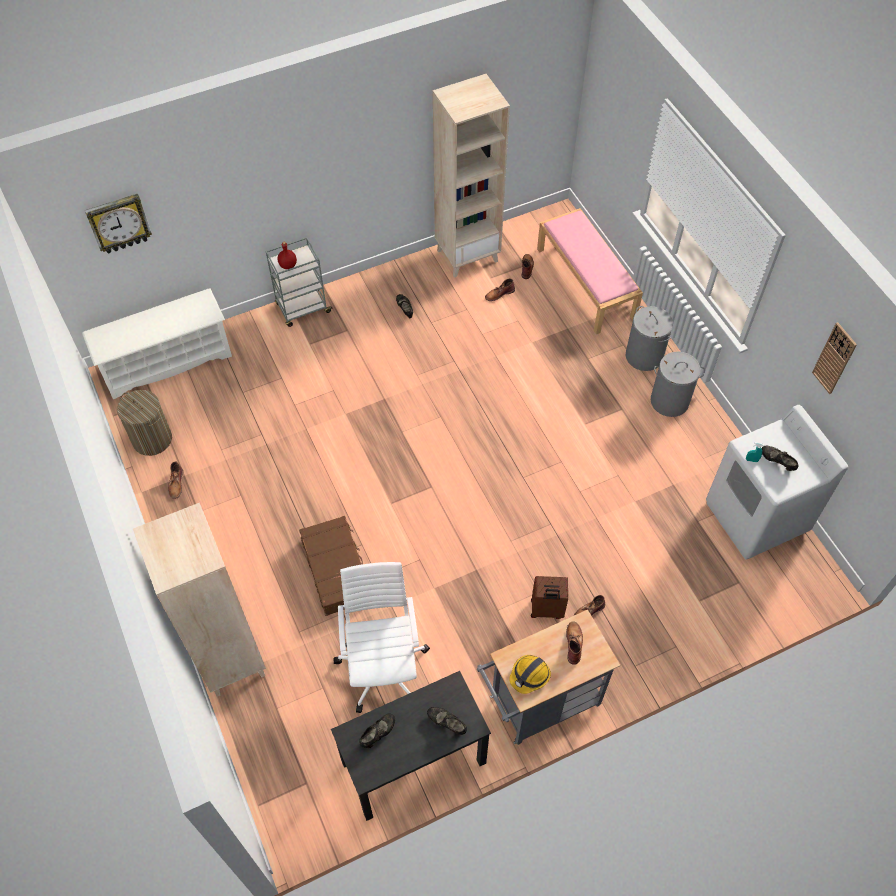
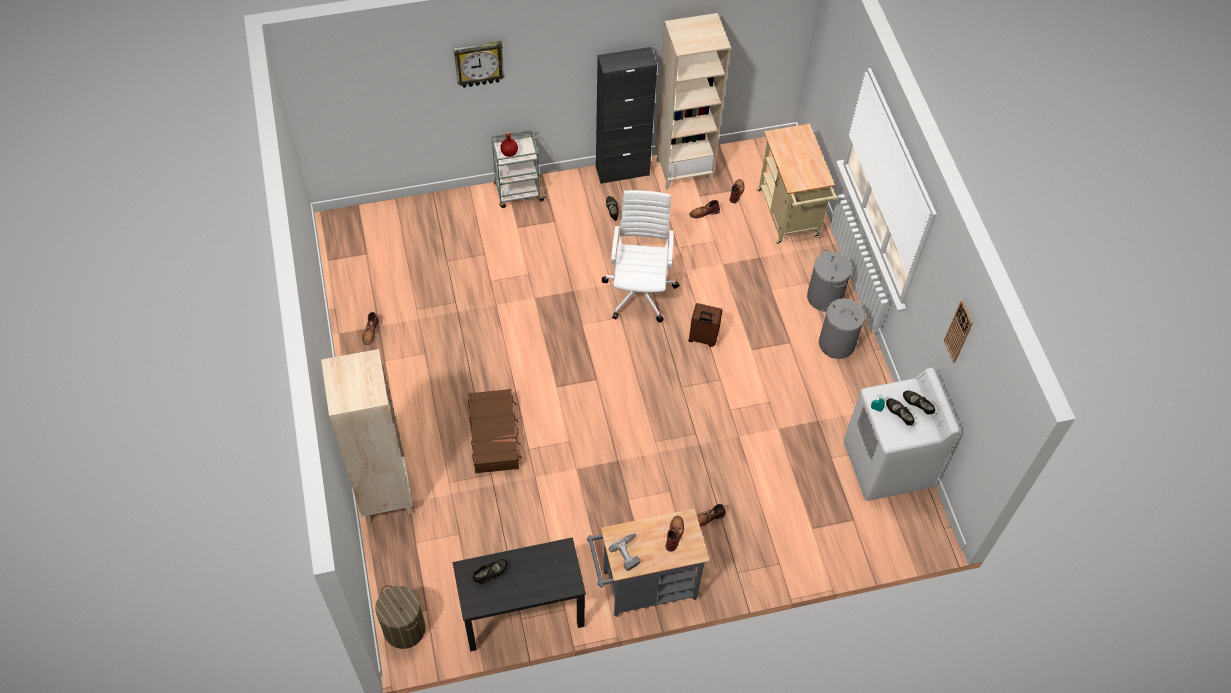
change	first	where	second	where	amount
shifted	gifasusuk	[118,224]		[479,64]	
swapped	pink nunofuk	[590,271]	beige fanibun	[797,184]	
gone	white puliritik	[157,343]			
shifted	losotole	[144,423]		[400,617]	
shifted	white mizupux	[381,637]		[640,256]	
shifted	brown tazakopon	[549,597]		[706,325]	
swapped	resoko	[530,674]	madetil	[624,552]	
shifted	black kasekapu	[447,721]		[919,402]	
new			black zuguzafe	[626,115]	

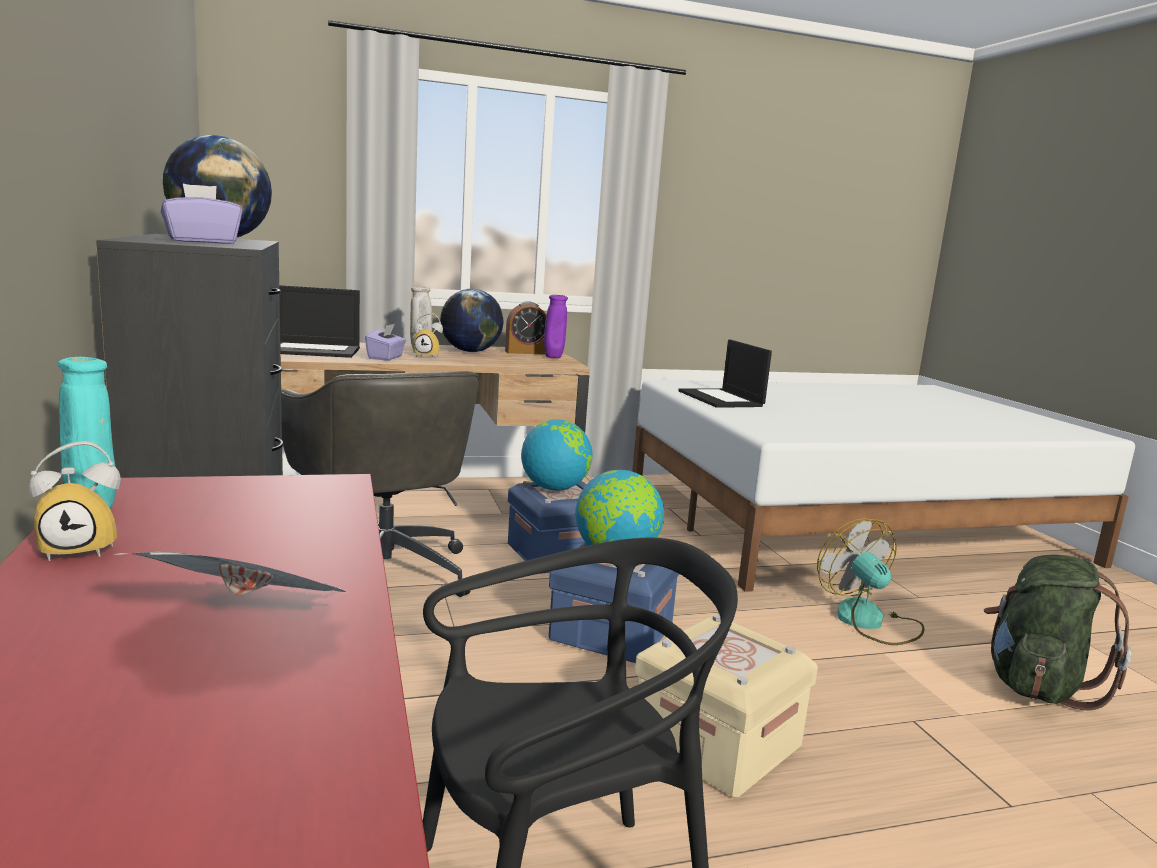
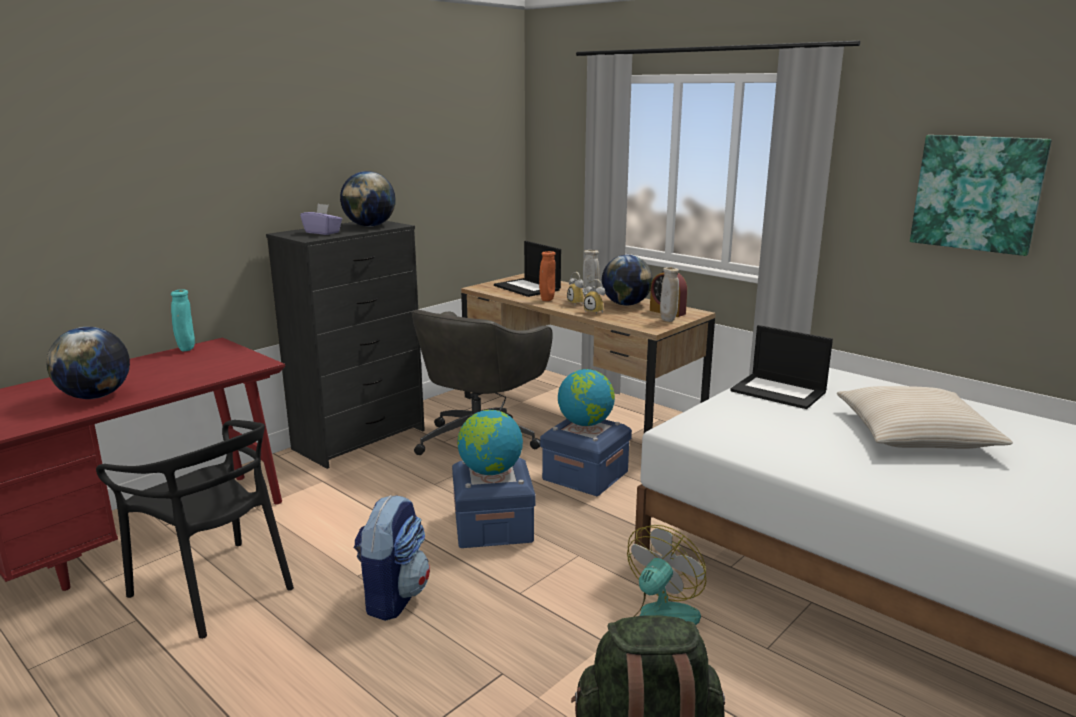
change	first	where	second	where	amount
repainted	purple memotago	[556,326]	beige memotago	[669,294]	
swapped	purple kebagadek	[385,342]	orange memotago	[547,276]	
rotated	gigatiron	[725,373]		[781,367]	90 degrees counterclockwise
shifted	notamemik	[75,501]		[594,297]	
swapped	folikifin	[230,573]	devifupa	[88,363]	
swapped	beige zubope	[726,705]	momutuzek	[391,558]	
new			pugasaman	[981,195]	
new			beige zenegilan	[925,417]	

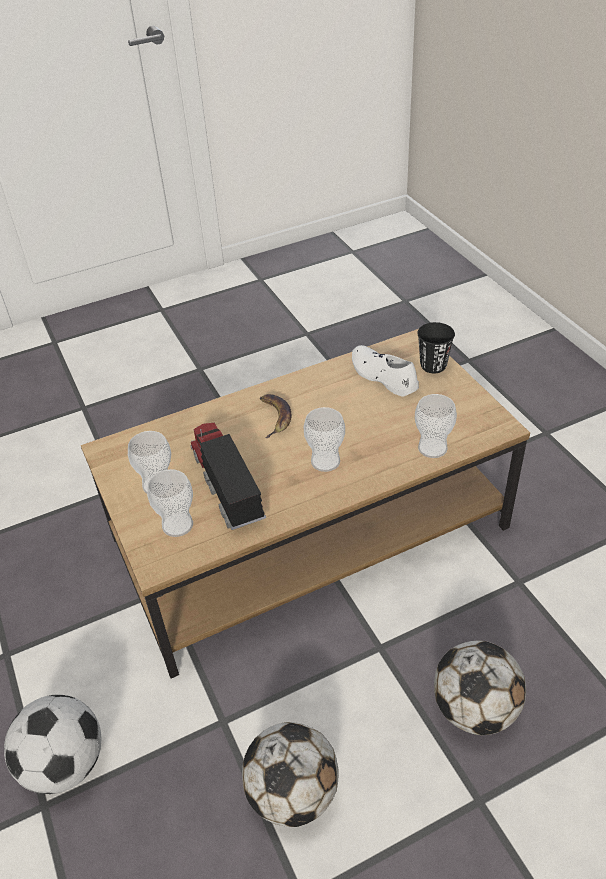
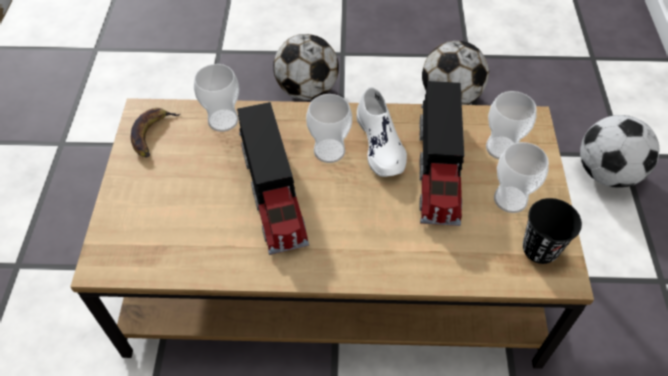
change	first	where	second	where	amount
shifted	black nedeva	[436,347]		[552,231]	
shifted	white kasekapu	[385,371]		[382,132]	
shifted	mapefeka	[276,416]		[155,133]	
new			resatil	[273,178]	

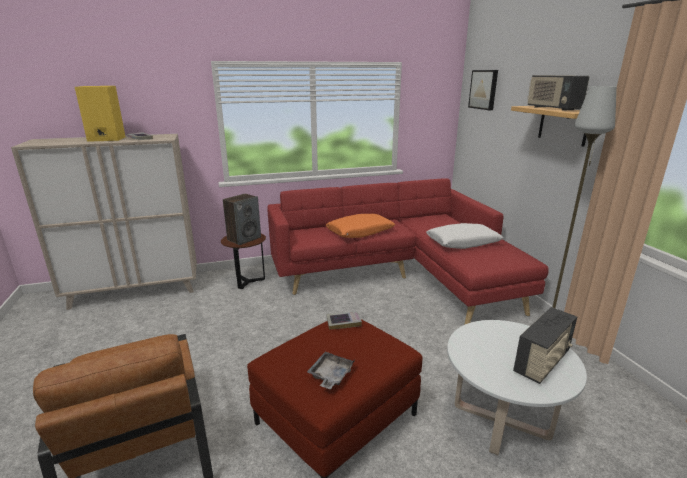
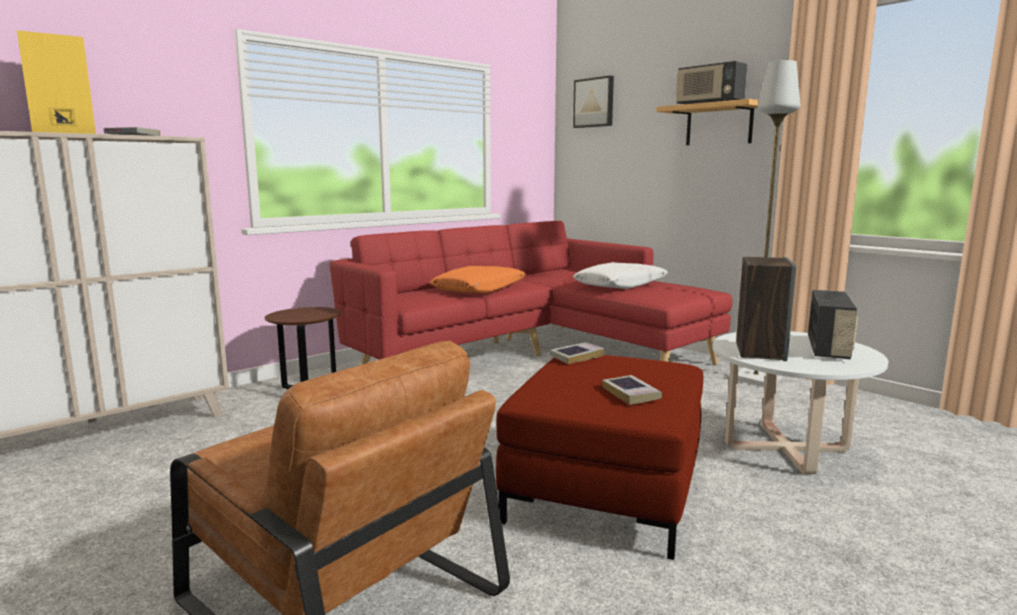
change	first	where	second	where	amount
shifted	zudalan	[242,219]		[766,309]	
swapped	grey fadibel	[331,370]	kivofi	[632,390]	

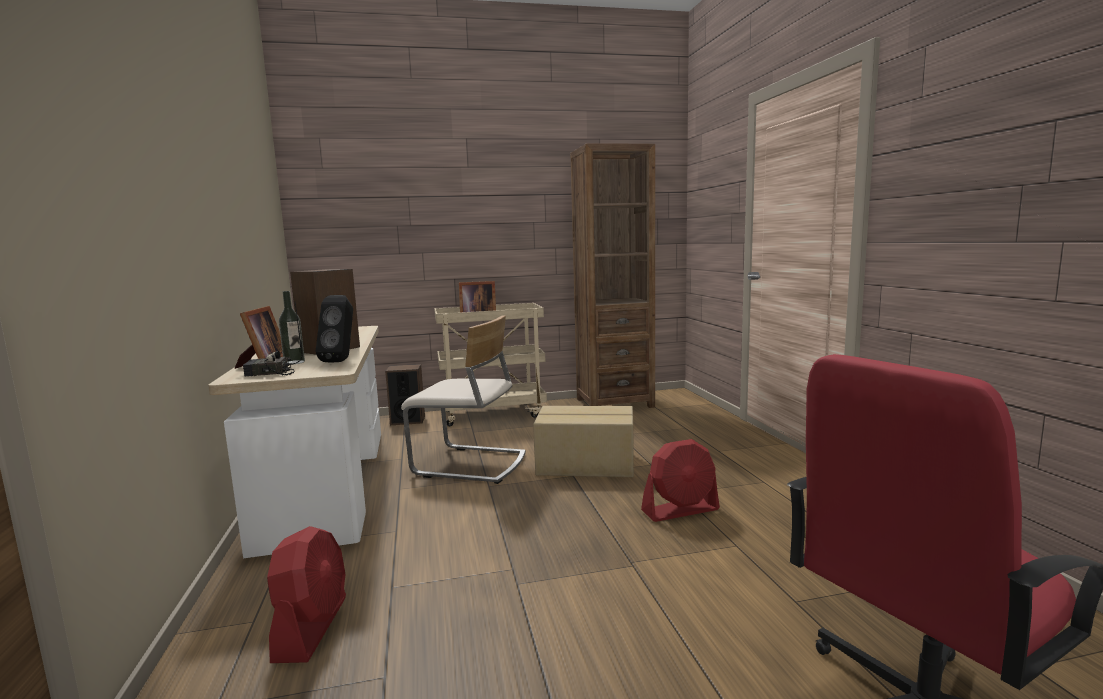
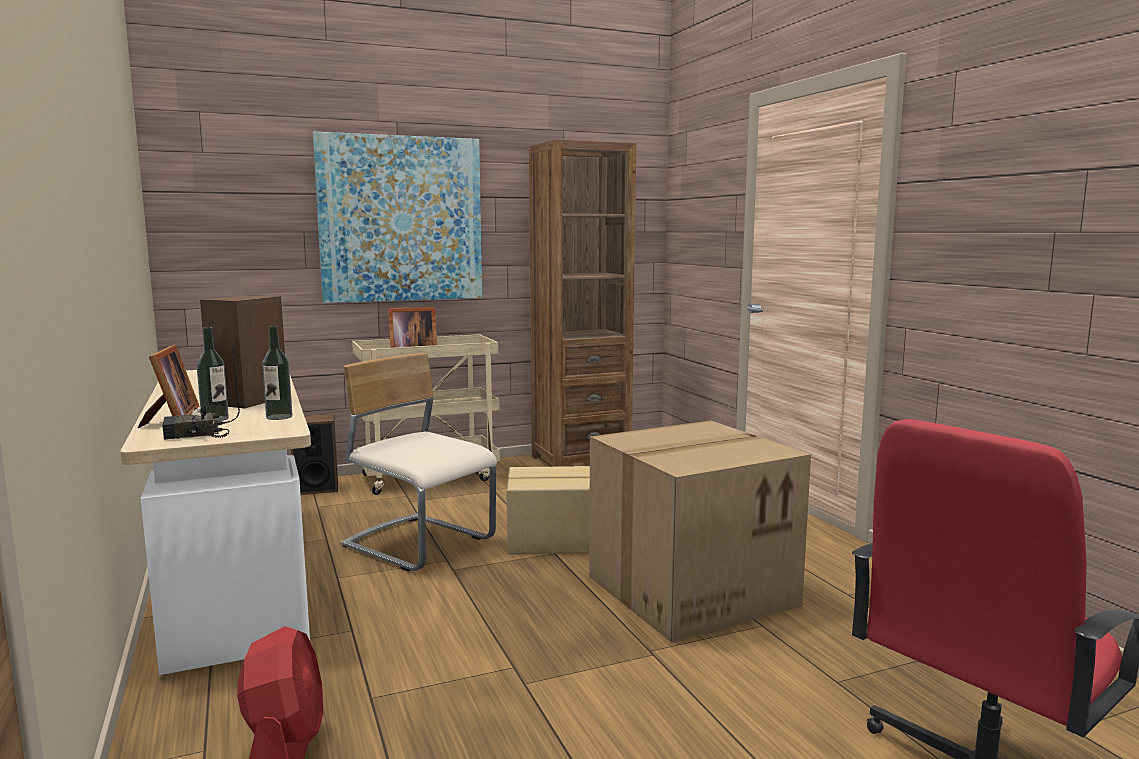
change	first	where	second	where	amount
swapped	black zudalan	[334,329]	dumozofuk	[277,373]	
rotated	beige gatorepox	[463,400]		[419,462]	150 degrees counterclockwise
swapped	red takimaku	[680,480]	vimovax	[700,531]	
new			pugasaman	[397,217]	

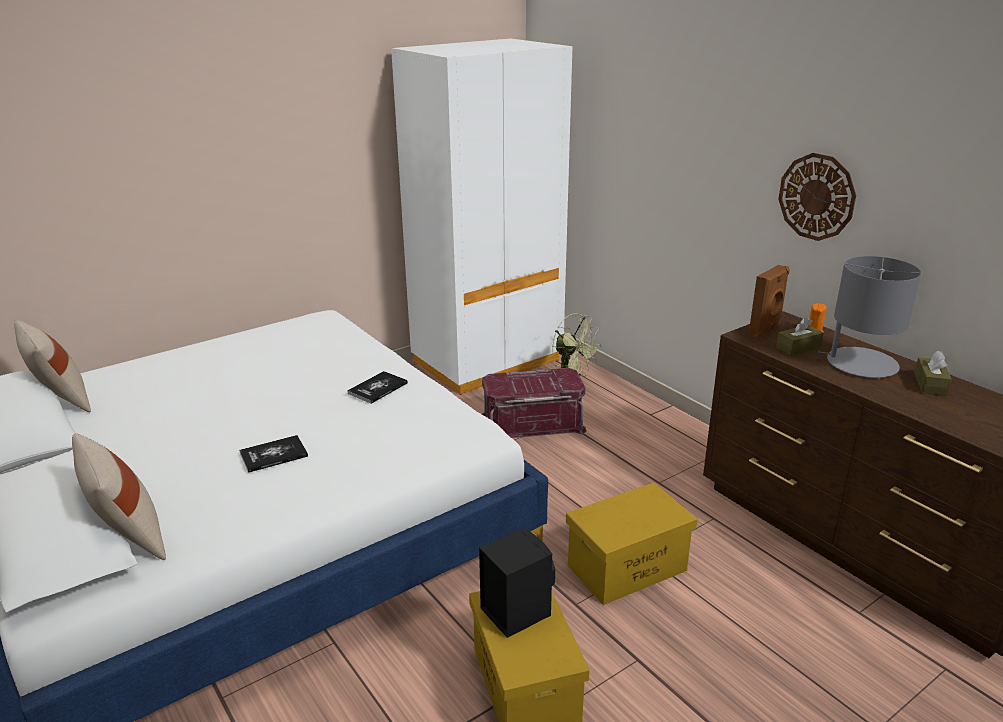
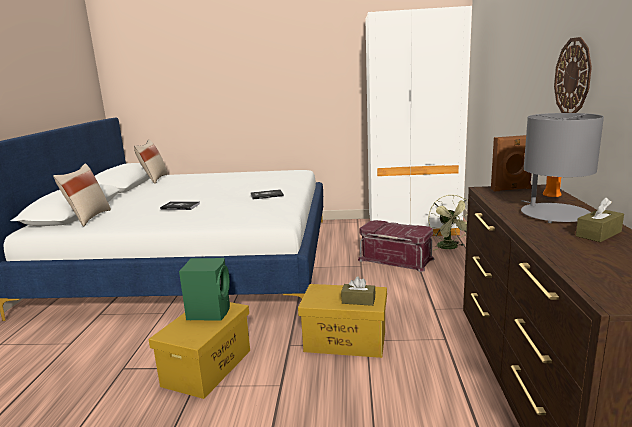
change	first	where	second	where	amount
shifted	brown kebagadek	[800,336]		[358,291]	
repainted	black zudalan	[517,583]	green zudalan	[204,289]	

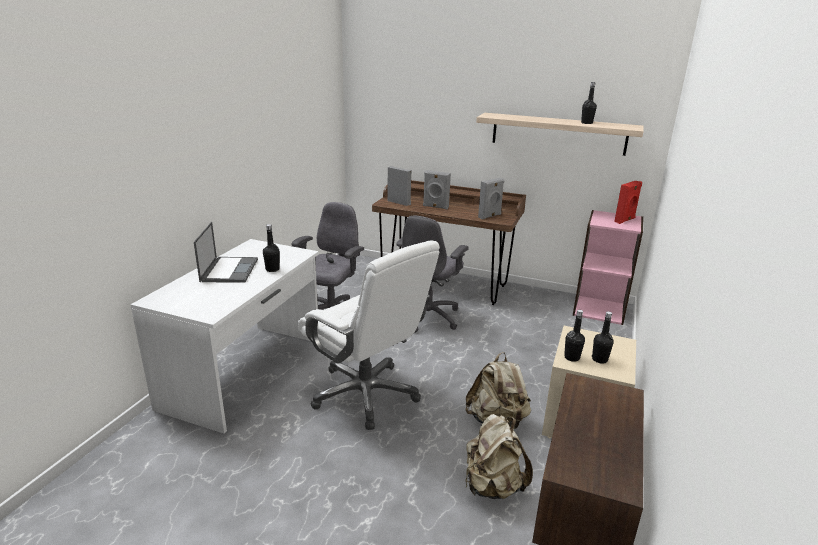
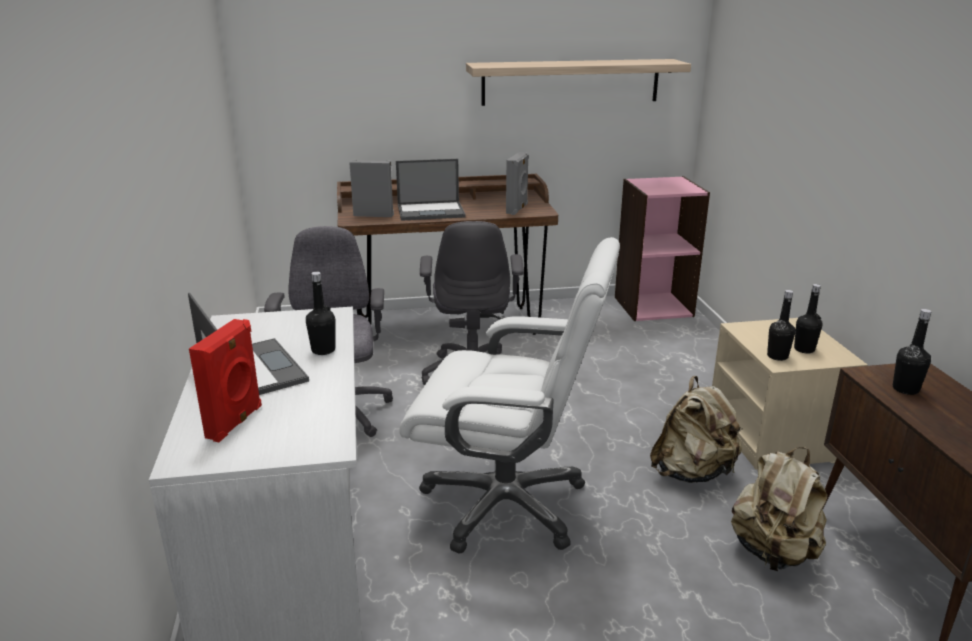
change	first	where	second	where	amount
shifted	black dumozofuk	[589,103]		[912,352]	
swapped	grey zudalan	[437,189]	gigatiron	[430,190]	
shifted	red zudalan	[628,202]		[225,380]	

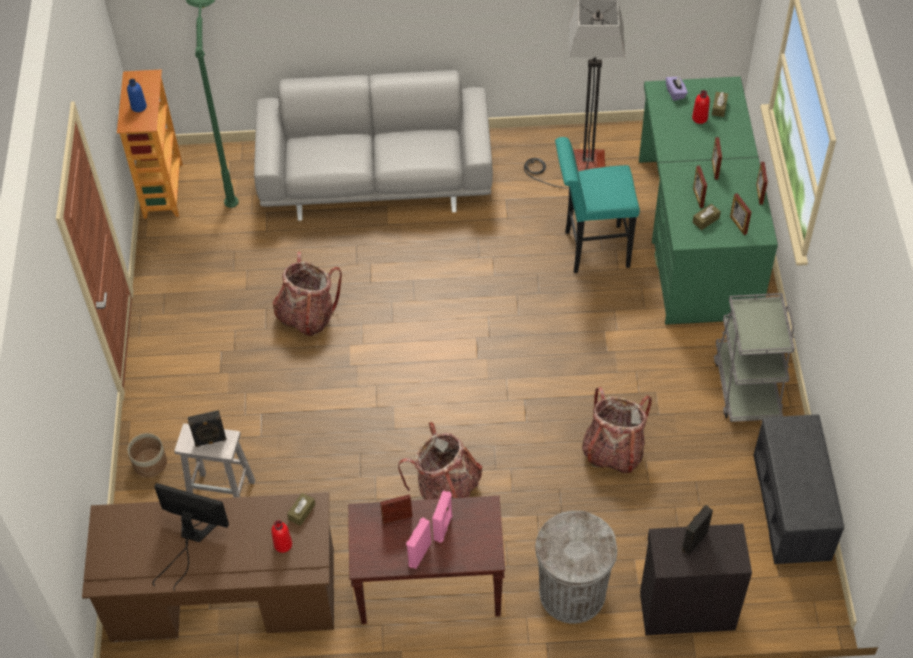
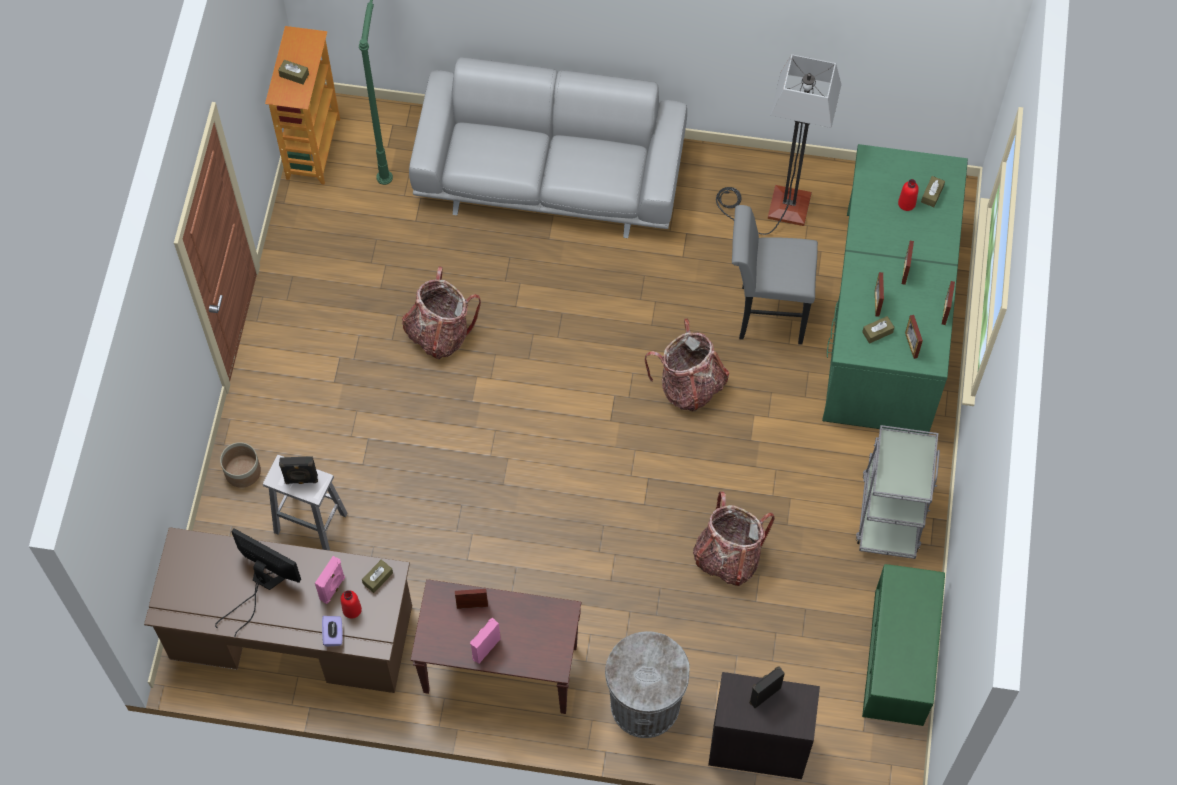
change	first	where	second	where	amount
shifted	purple kebagadek	[677,88]		[332,631]	
swapped	blue dumozofuk	[137,95]	brown kebagadek	[293,72]	
repainted	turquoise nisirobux	[597,205]	grey nisirobux	[775,275]	
repainted	grey nunofuk	[799,489]	green nunofuk	[903,645]	
shifted	momutuzek	[440,461]		[687,365]	
shifted	pink zudalan	[442,517]		[330,580]	

